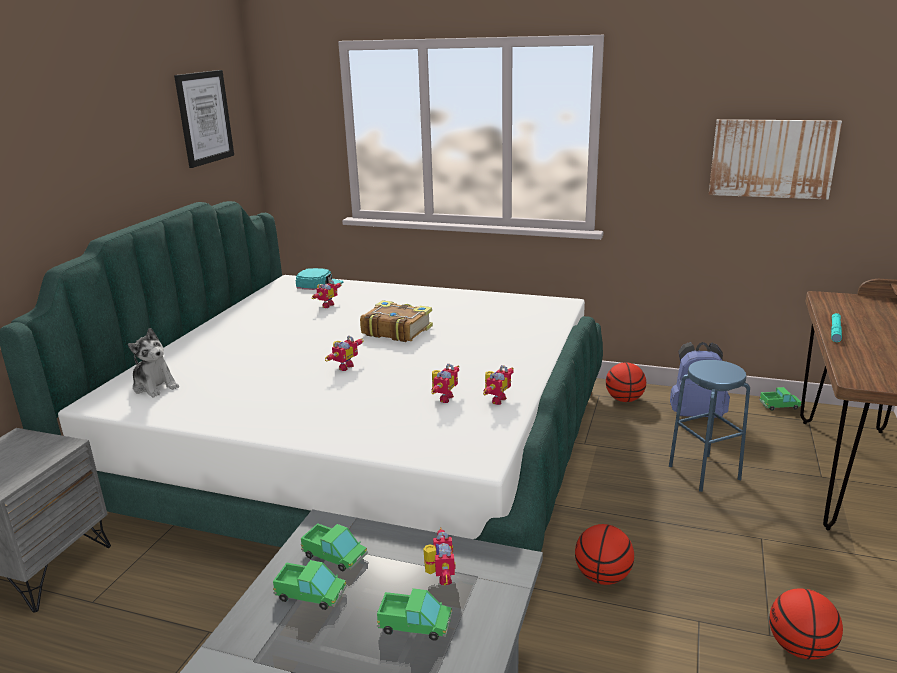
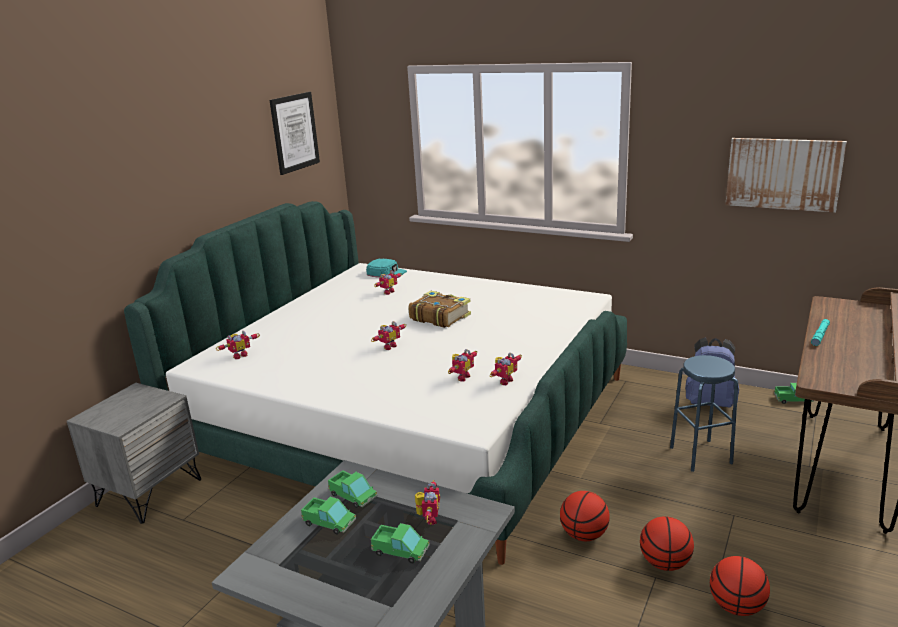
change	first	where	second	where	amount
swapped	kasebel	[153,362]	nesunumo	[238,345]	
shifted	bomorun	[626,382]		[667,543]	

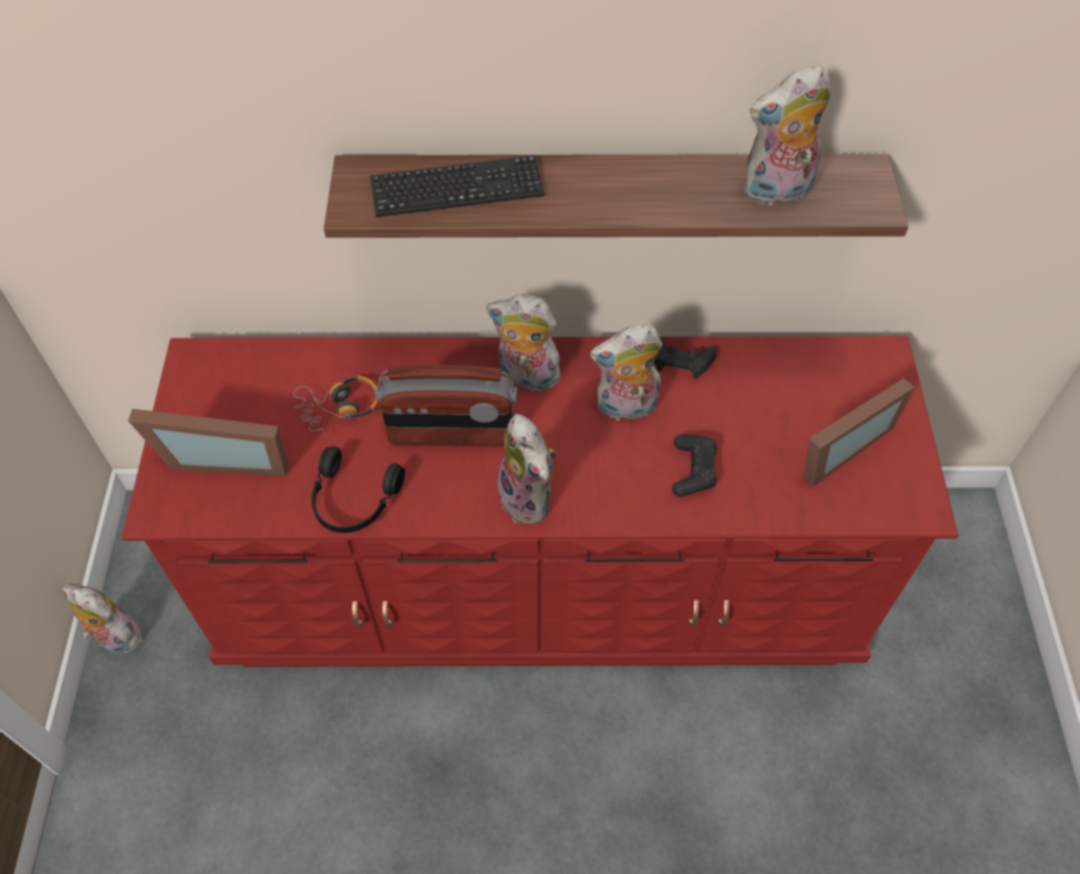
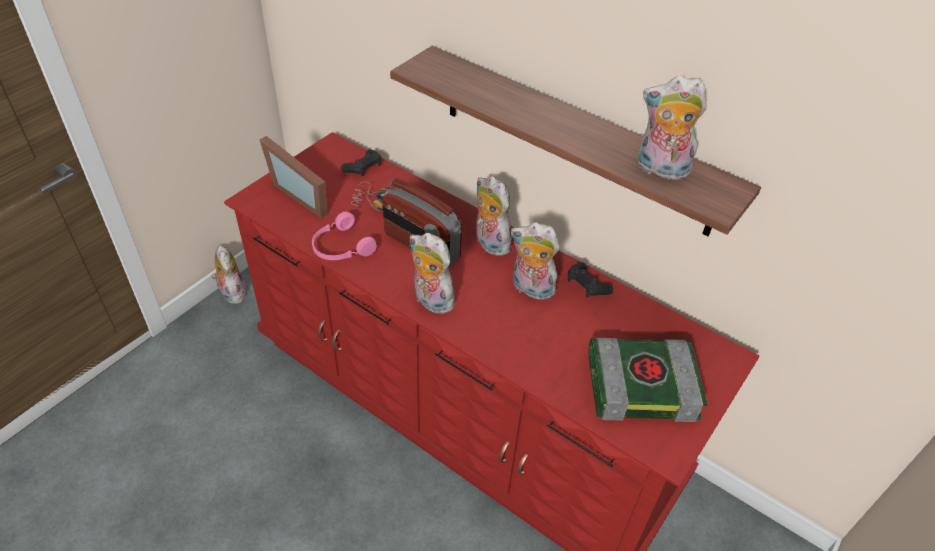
change	first	where	second	where	amount
gone	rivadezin	[457,186]			
swapped	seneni	[859,432]	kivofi	[648,380]	
rotated	kasebel	[525,469]		[433,273]	120 degrees clockwise
shifted	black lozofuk	[694,466]		[361,162]	
repainted	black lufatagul	[358,489]	pink lufatagul	[344,236]	

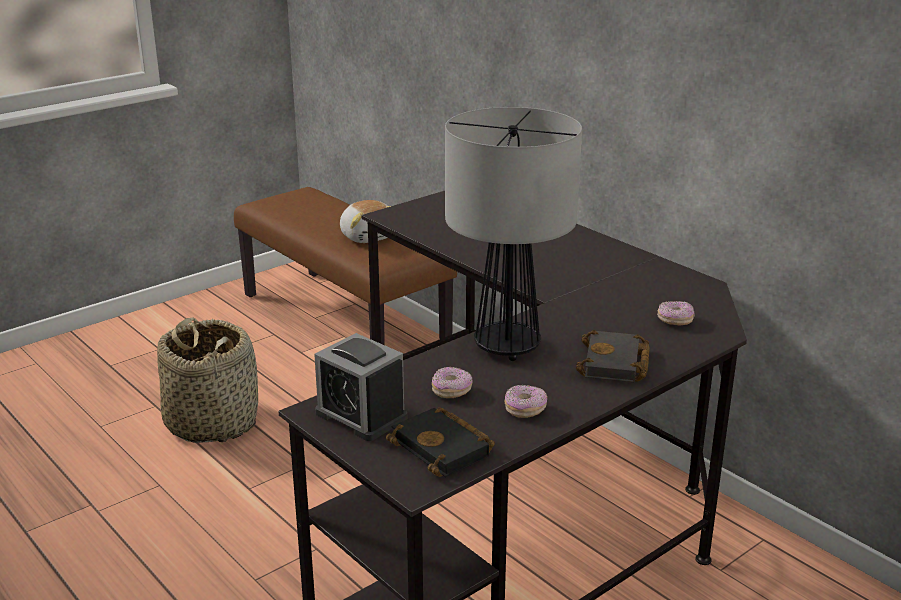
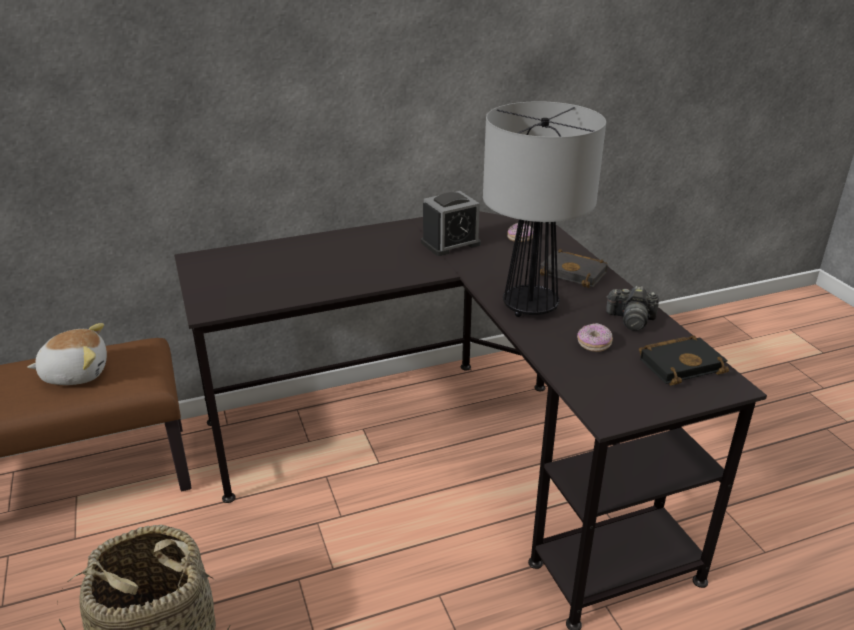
change	first	where	second	where	amount
shifted	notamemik	[360,387]		[451,223]	
swapped	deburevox	[525,401]	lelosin	[632,308]	

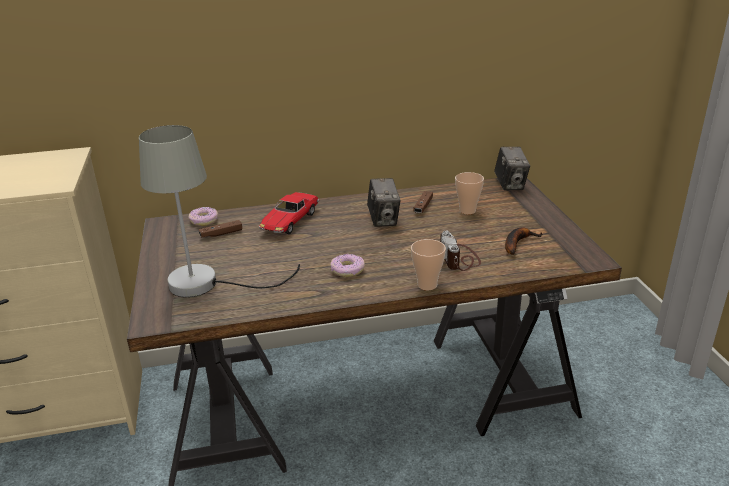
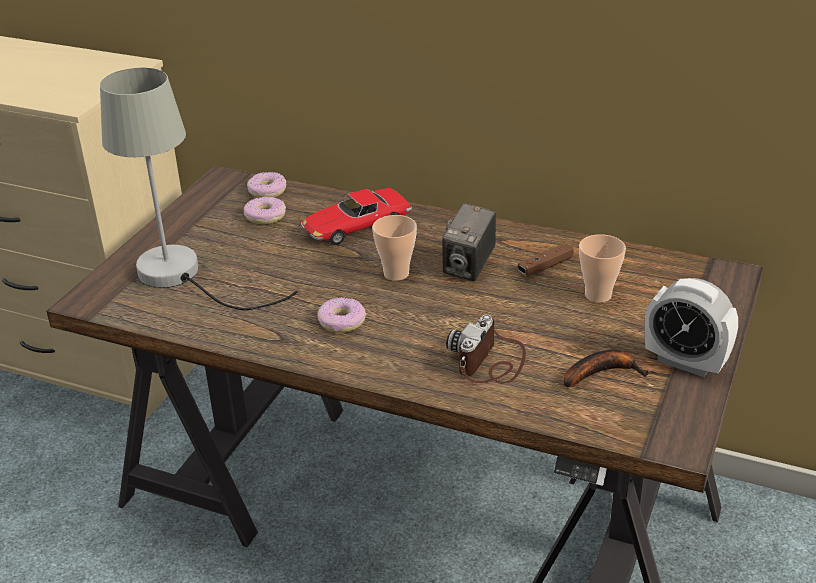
change	first	where	second	where	amount
gone	lelosin	[512,168]			
swapped	brown lozofuk	[220,228]	deburevox	[265,210]	
shifted	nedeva	[428,264]		[394,248]	
new			notamemik	[691,327]	

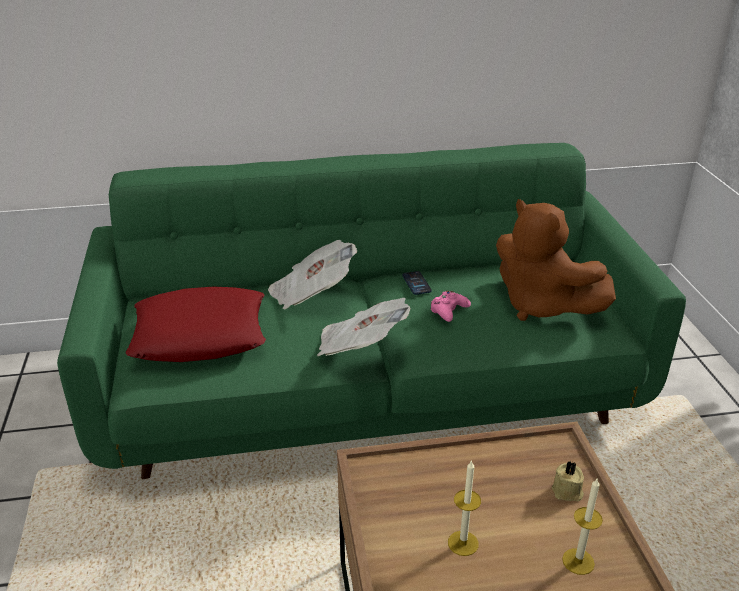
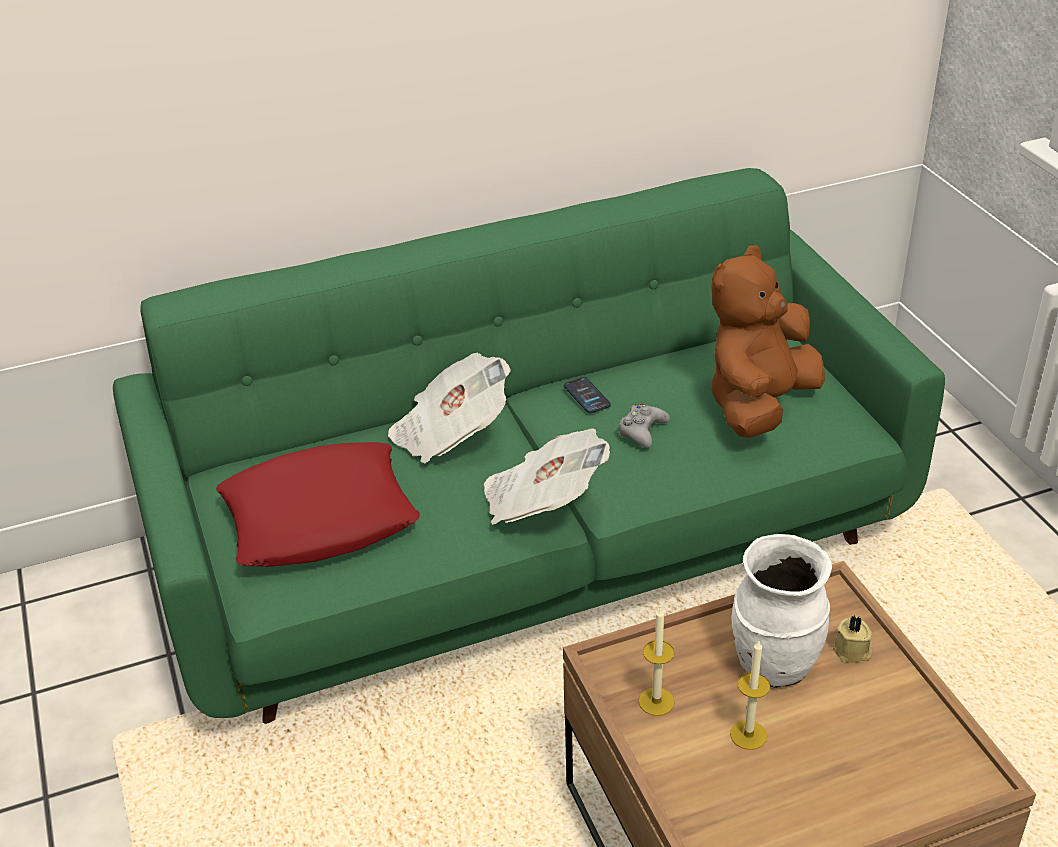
change	first	where	second	where	amount
rotated	brown kasebel	[556,260]		[768,341]	90 degrees clockwise
repainted	pink lozofuk	[450,306]	grey lozofuk	[644,425]	
shifted	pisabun	[582,527]		[657,661]	
new			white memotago	[782,611]	

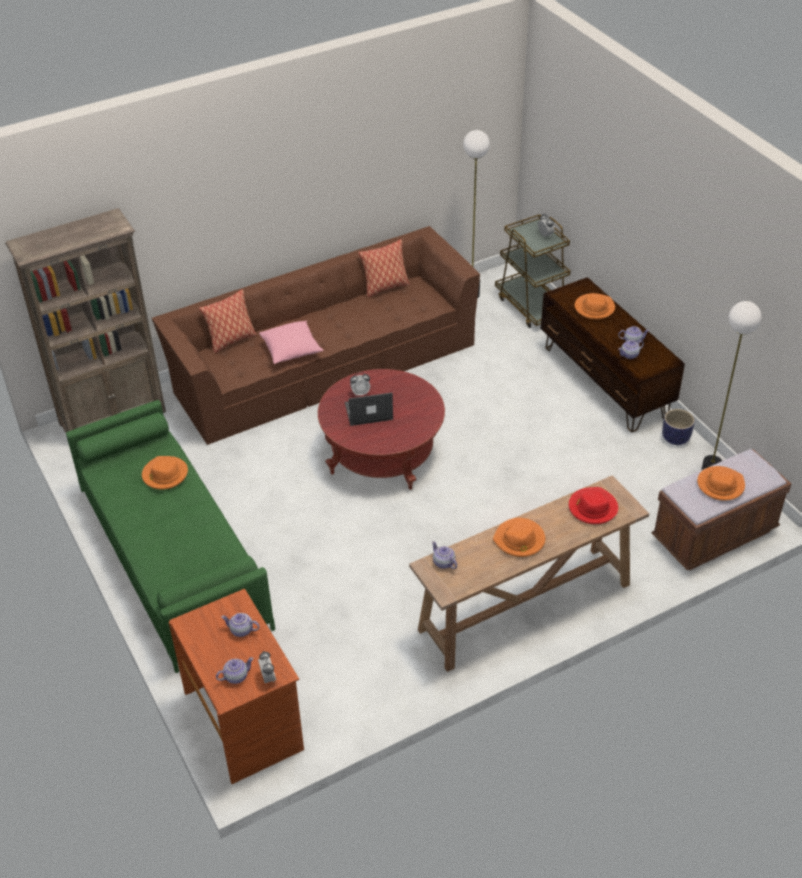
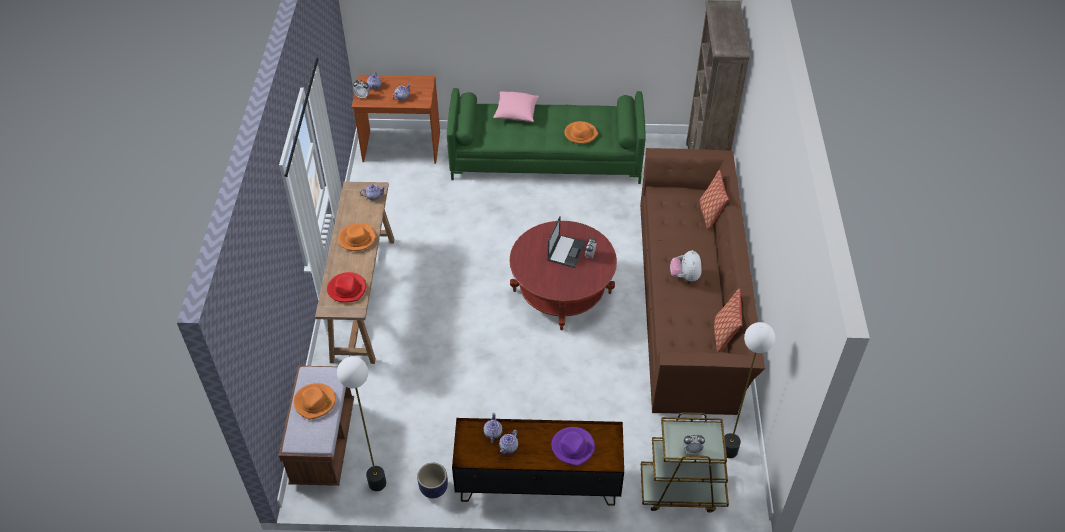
change	first	where	second	where	amount
repainted	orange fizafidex	[595,306]	purple fizafidex	[573,446]	
shifted	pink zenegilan	[291,342]		[516,106]	
new			kasebel	[686,265]	

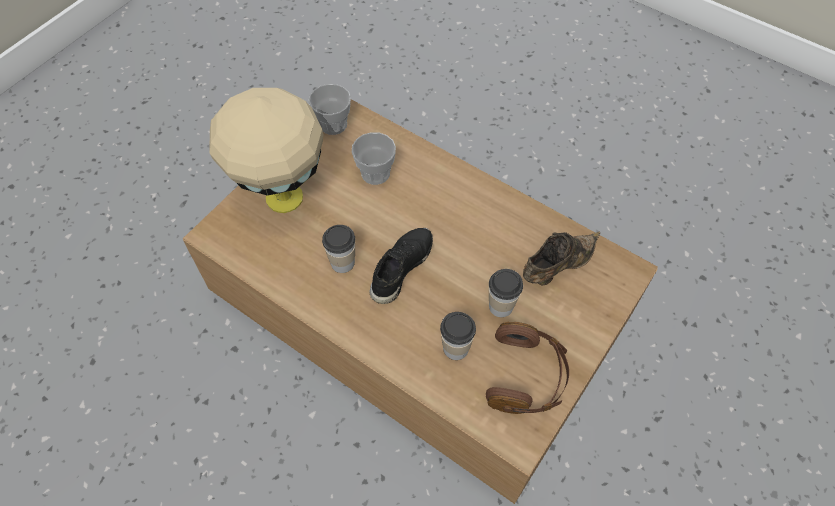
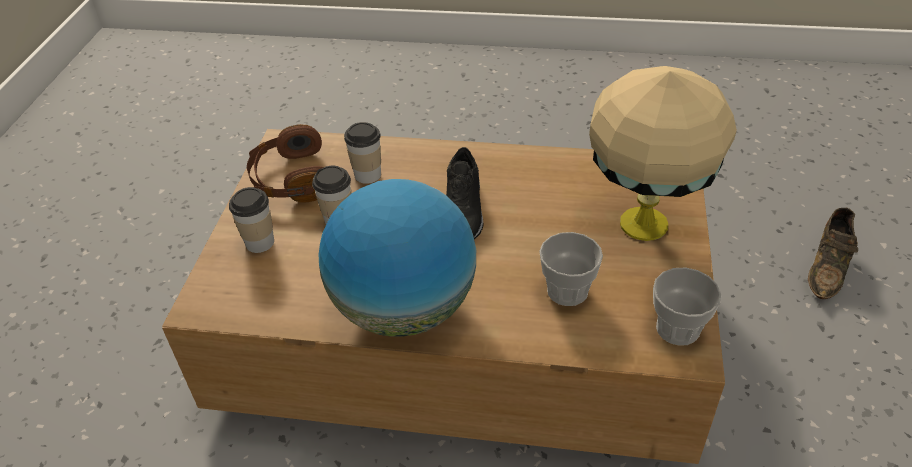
change	first	where	second	where	amount
shifted	nedeva	[338,249]		[251,220]	
shifted	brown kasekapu	[561,258]		[833,253]	
new			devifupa	[397,258]	

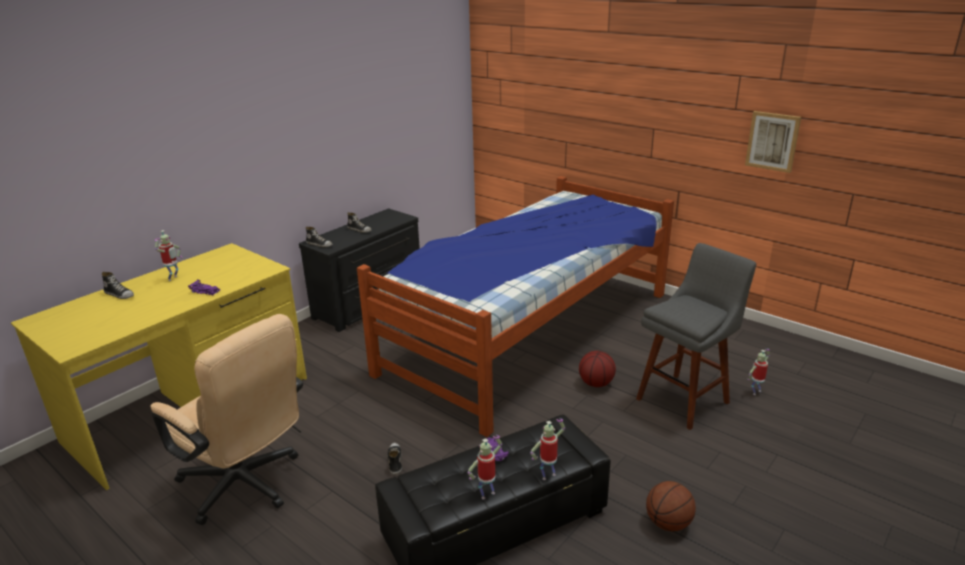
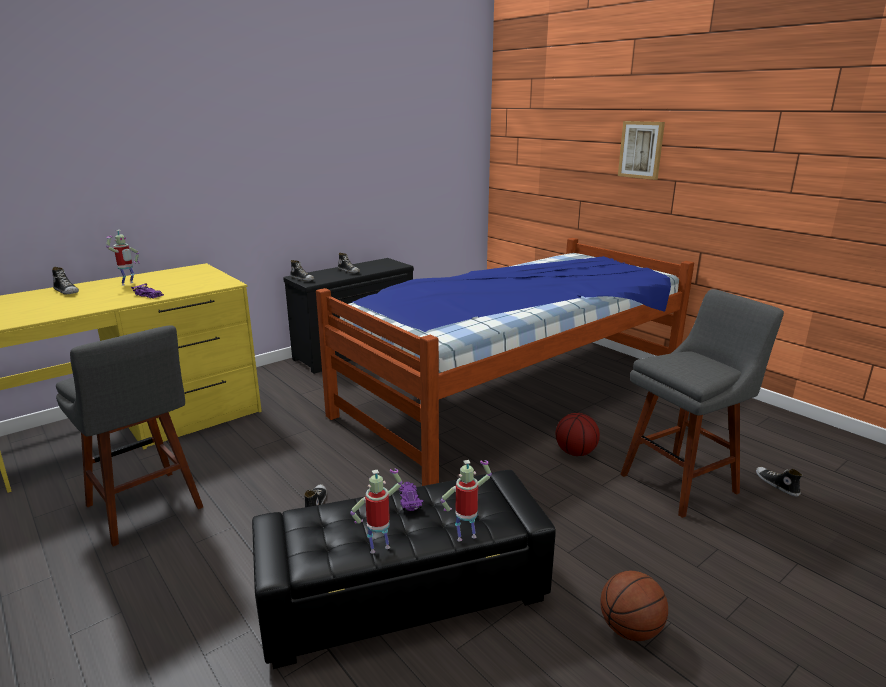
change	first	where	second	where	amount
shifted	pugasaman	[773,142]		[641,150]	
swapped	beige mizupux	[227,419]	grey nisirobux	[129,435]	
swapped	nesunumo	[758,371]	kasekapu	[779,482]	

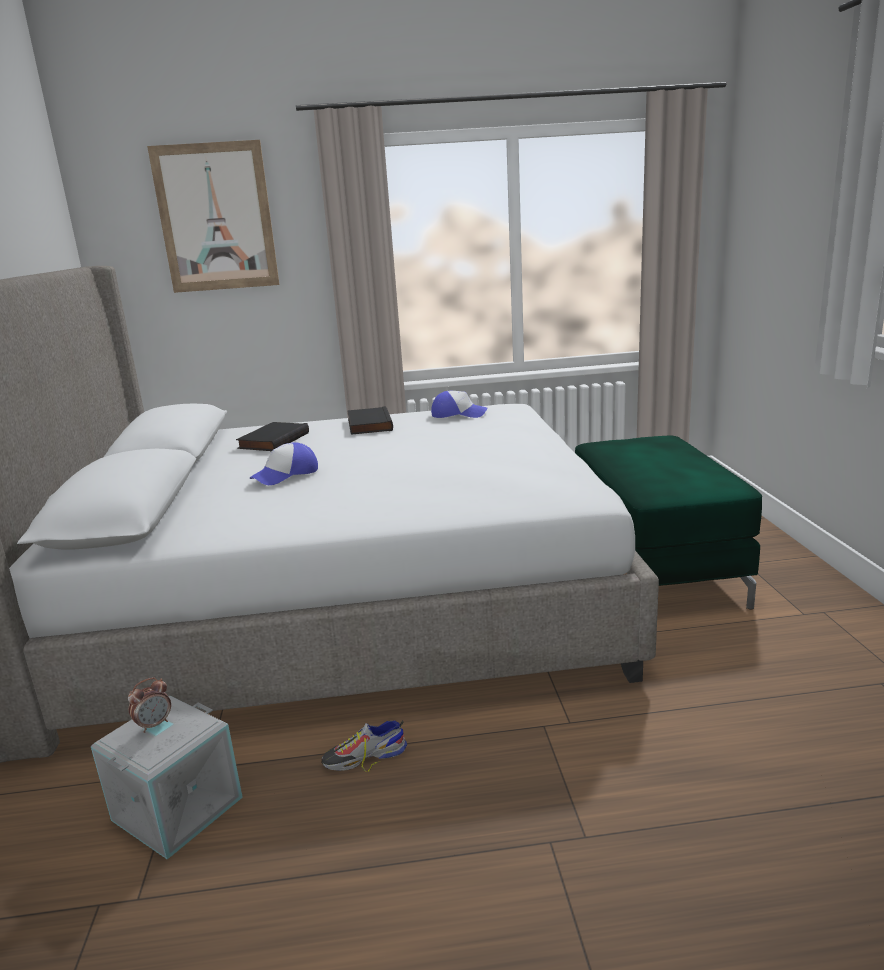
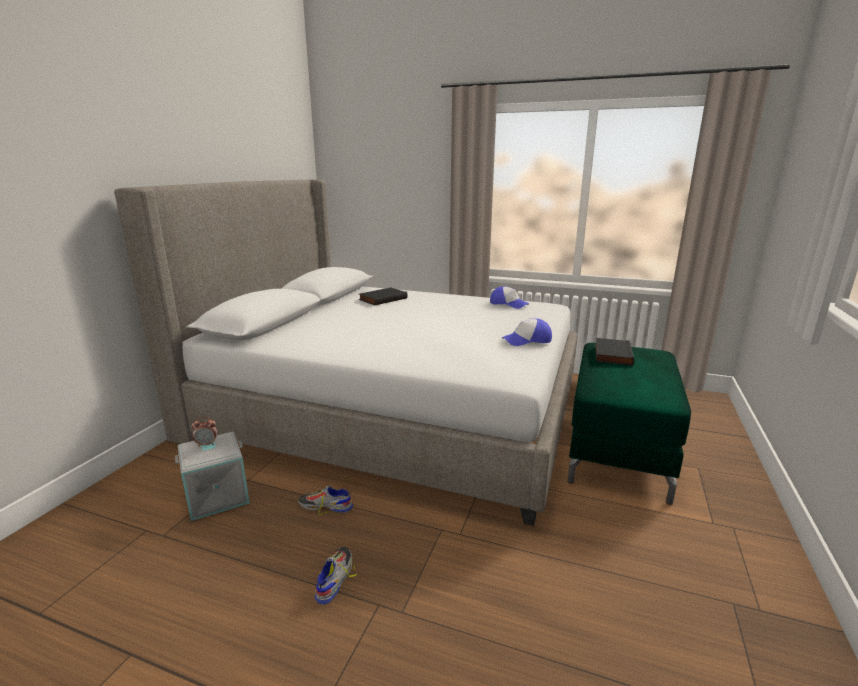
change	first	where	second	where	amount
gone	pugasaman	[213,216]			
shifted	black kivofi	[370,420]		[614,352]	
shifted	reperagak	[284,463]		[527,332]	
new			kasekapu	[336,576]	

